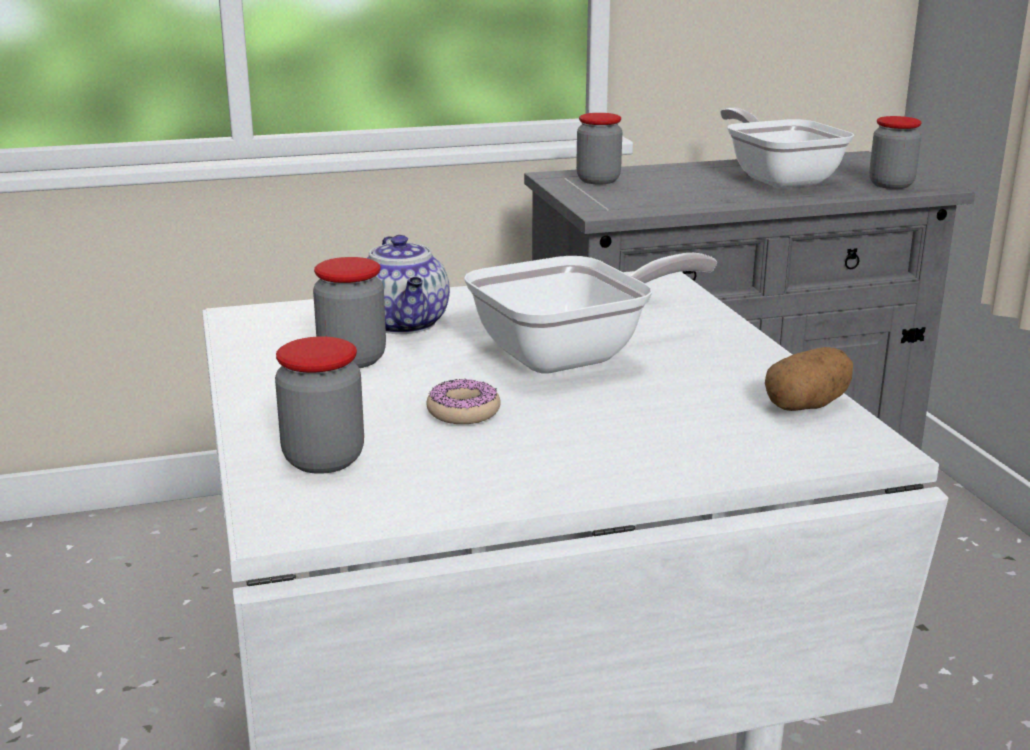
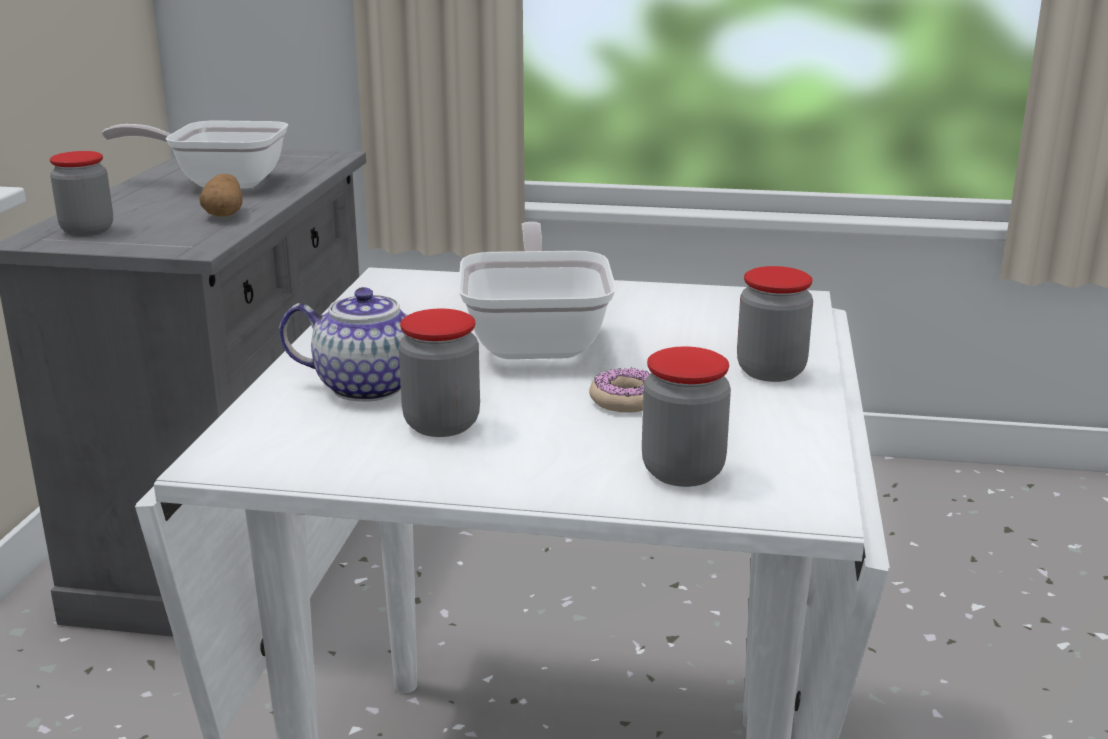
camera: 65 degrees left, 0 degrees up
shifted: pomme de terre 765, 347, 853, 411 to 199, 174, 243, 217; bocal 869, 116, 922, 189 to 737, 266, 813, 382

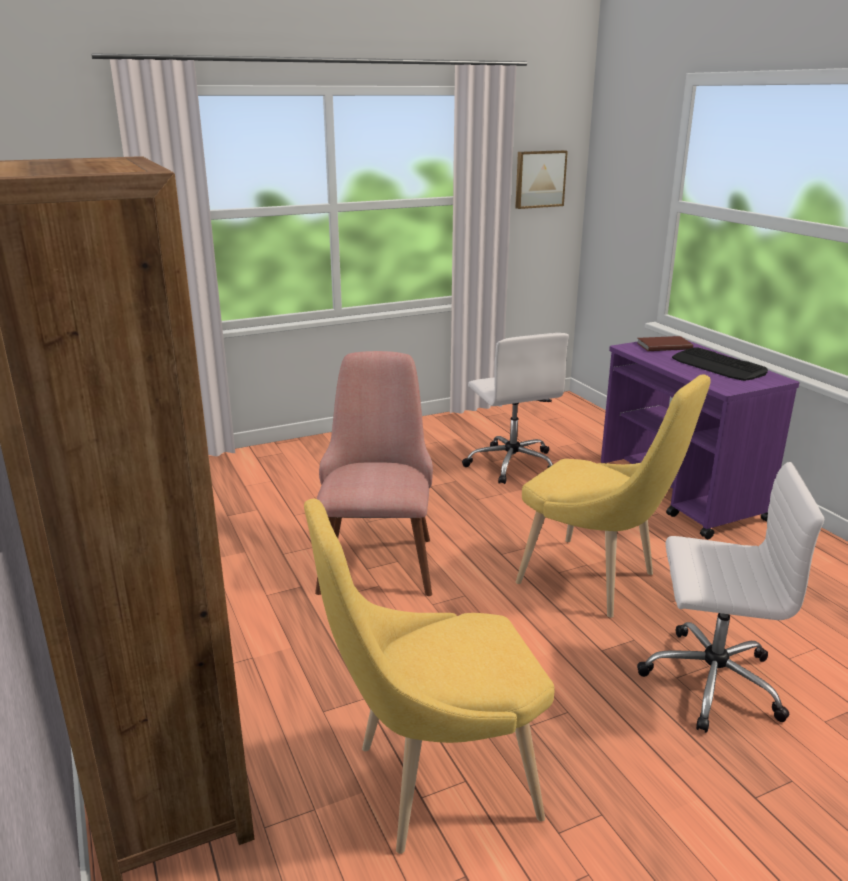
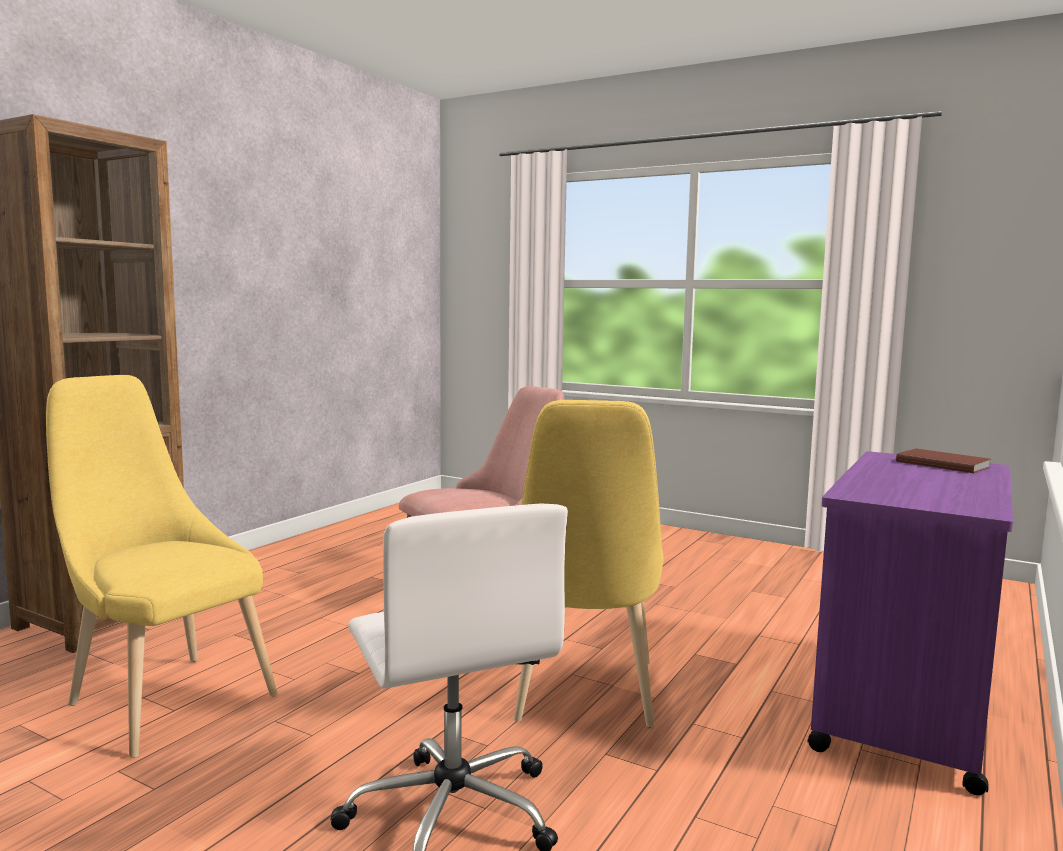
camera: 55 degrees right, 15 degrees down
gone: chaise de bureau (blanc) 462, 333, 569, 484; tableau 515, 150, 568, 209; clavier 672, 347, 768, 381

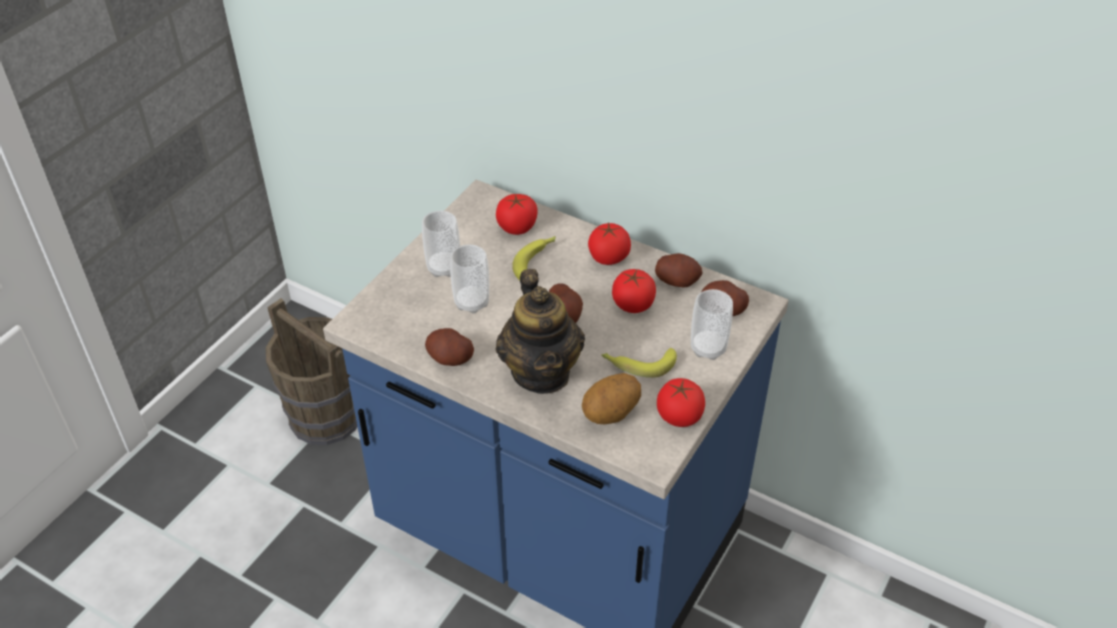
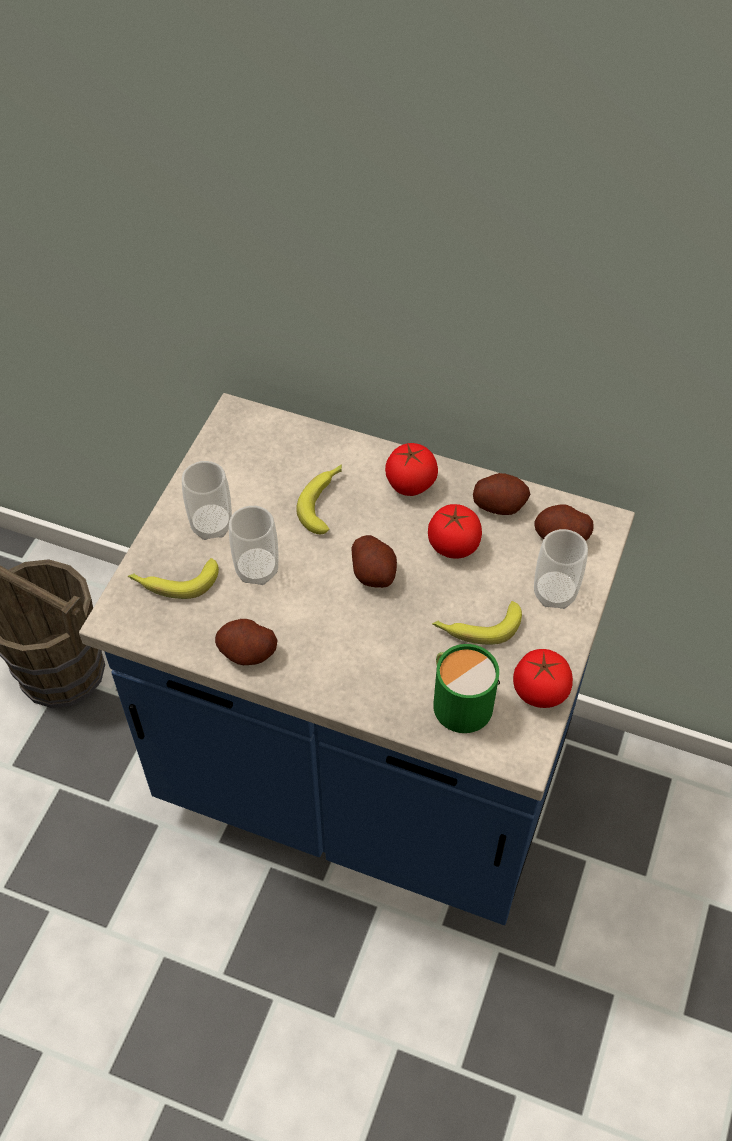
camera: 10 degrees left, 10 degrees up
gone: tomate 496, 194, 538, 235; théière 496, 269, 585, 394
new: banane 128, 558, 219, 599
swapped: pomme de terre 582, 373, 641, 424 to mug (vert) 433, 644, 500, 733

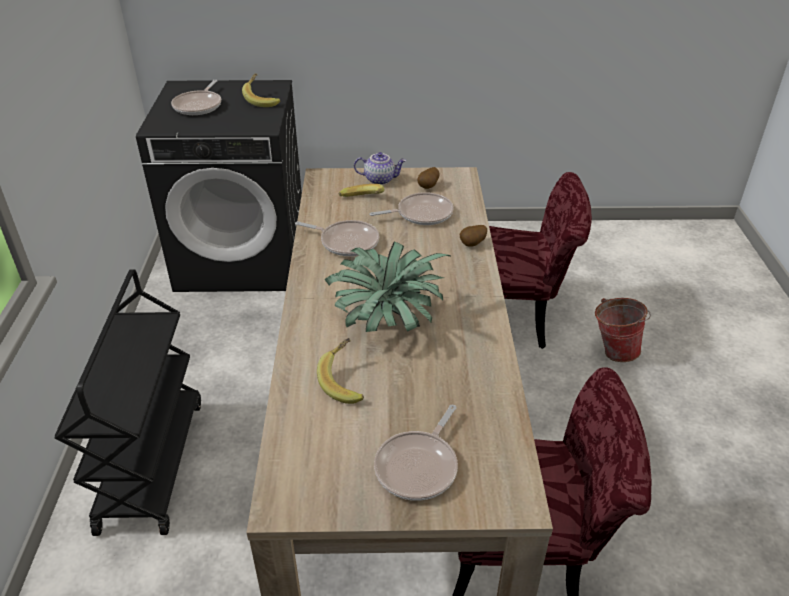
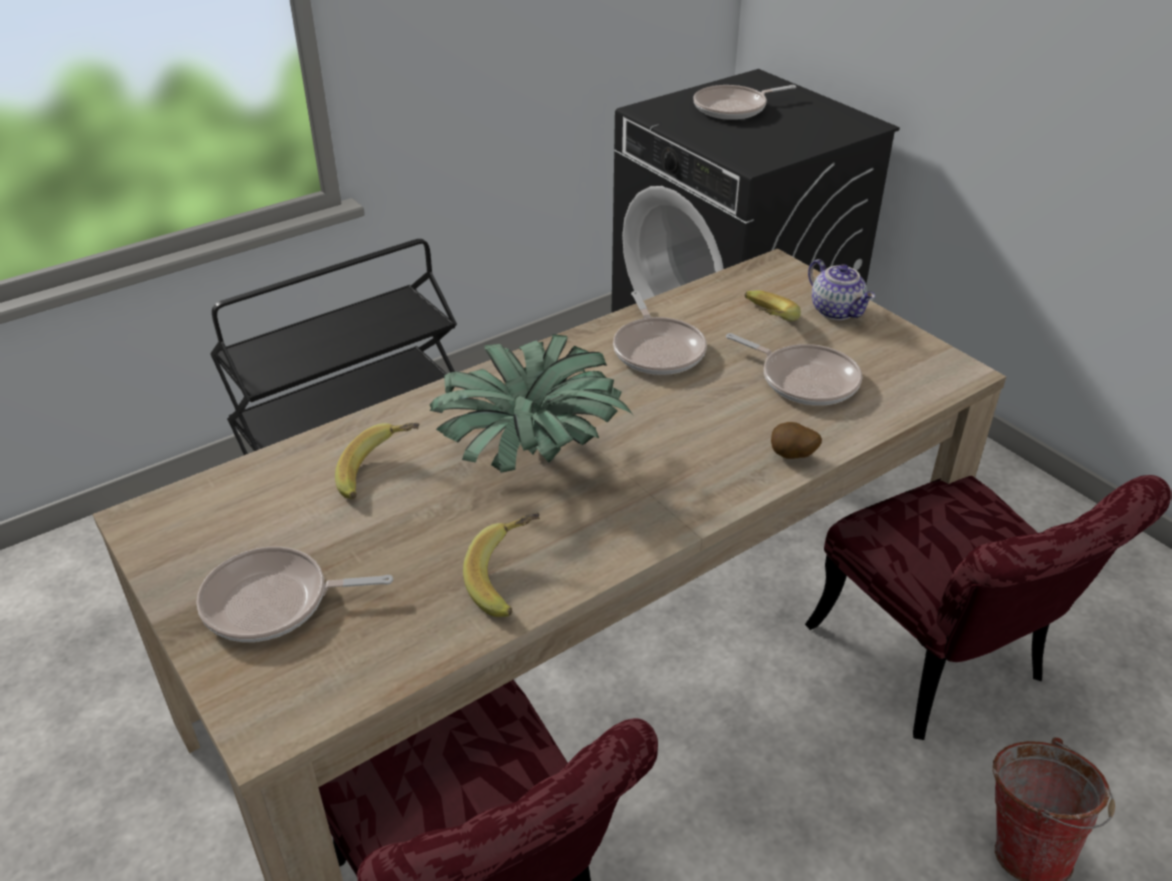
camera: 55 degrees right, 0 degrees up
gone: pomme de terre 417, 167, 439, 189
shifted: banane 242, 73, 280, 107 to 463, 512, 540, 617

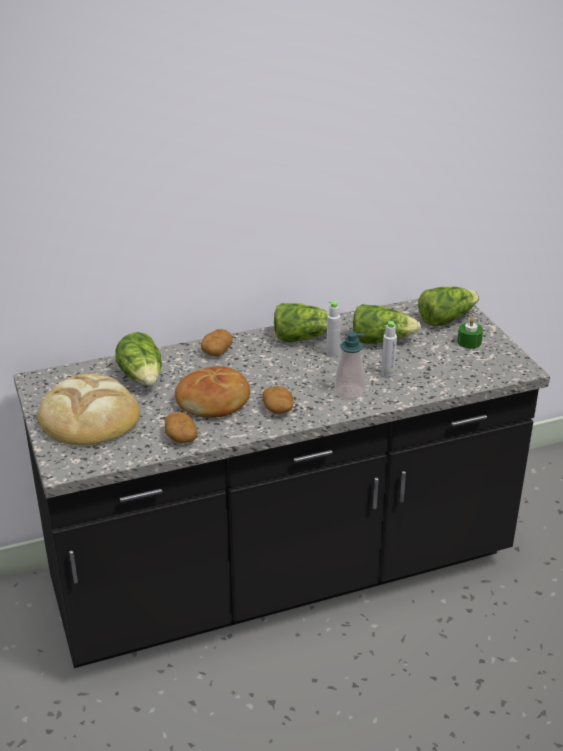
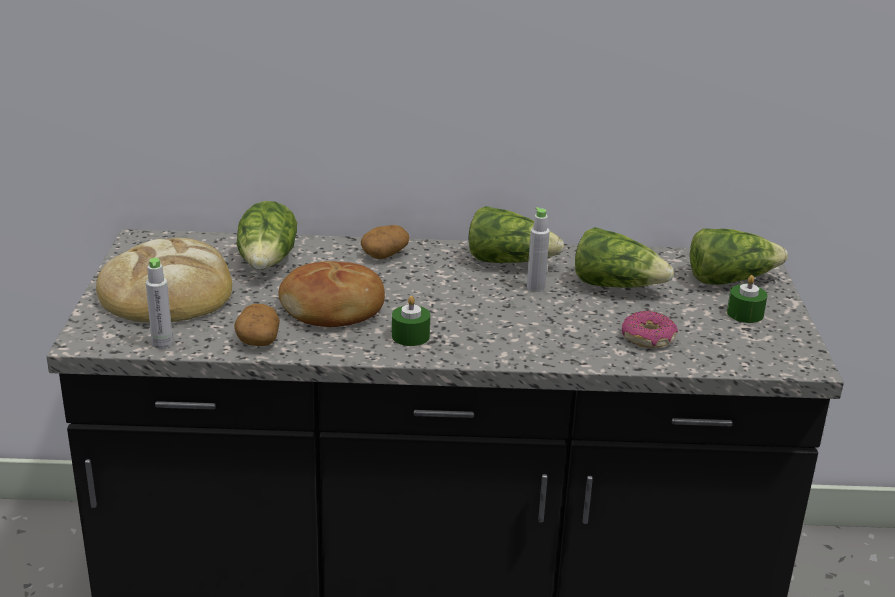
camera: 20 degrees right, 5 degrees down
gone: distributeur de savon 335, 332, 365, 400
new: beignet 622, 311, 678, 348
shifted: bouteille (gris) 381, 321, 397, 378 to 146, 258, 173, 349
swapped: pomme de terre 262, 386, 293, 414 to bougie (vert) 392, 296, 430, 346

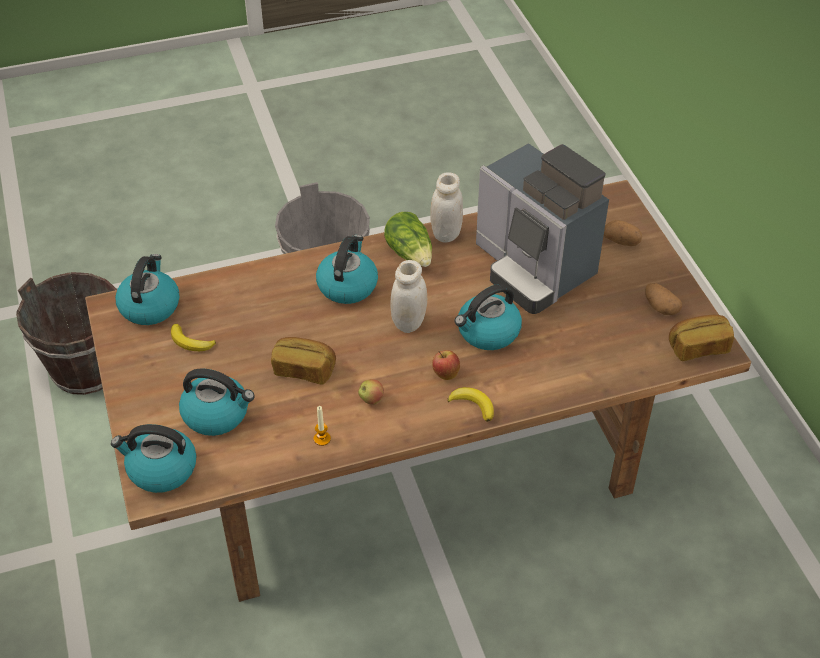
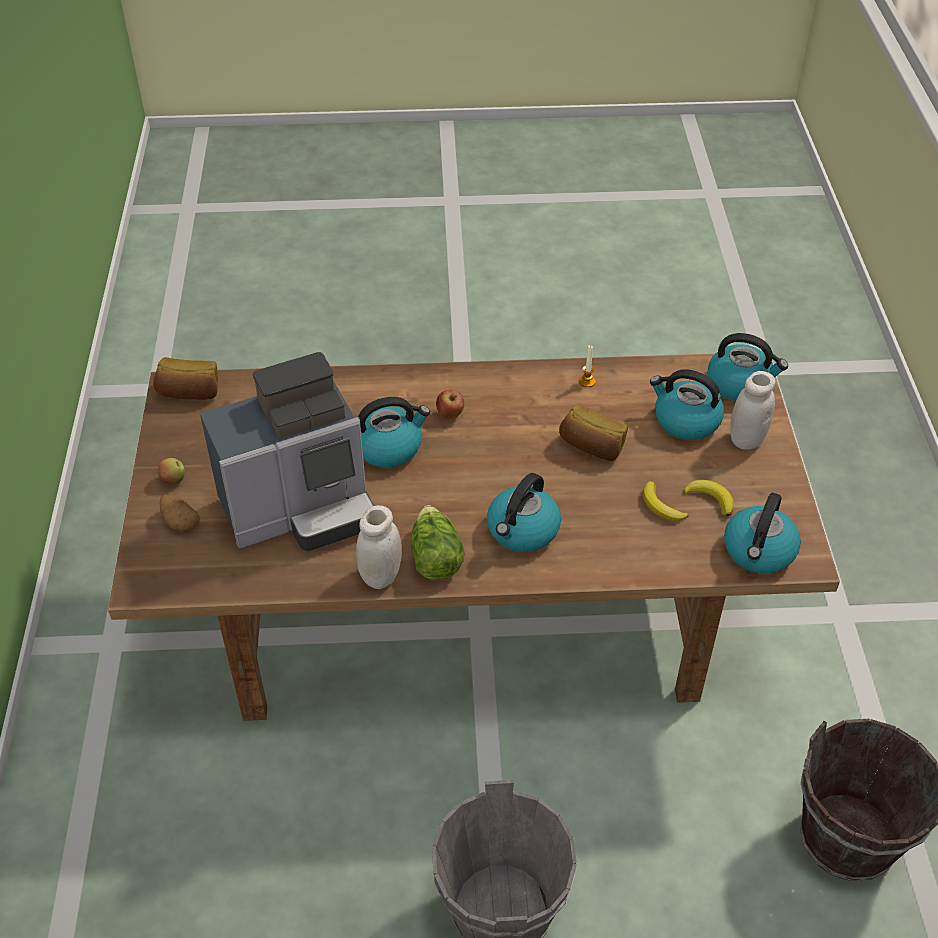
camera: 165 degrees left, 0 degrees up
gone: pomme de terre 645, 283, 682, 315
shifted: pomme 358, 379, 384, 405 to 158, 458, 185, 484; bocal (blanc) 390, 260, 427, 333 to 730, 371, 775, 450; banane 448, 387, 494, 422 to 643, 481, 688, 521
rotated: machine à café 476, 143, 609, 314 = 200, 352, 374, 551 90 degrees clockwise

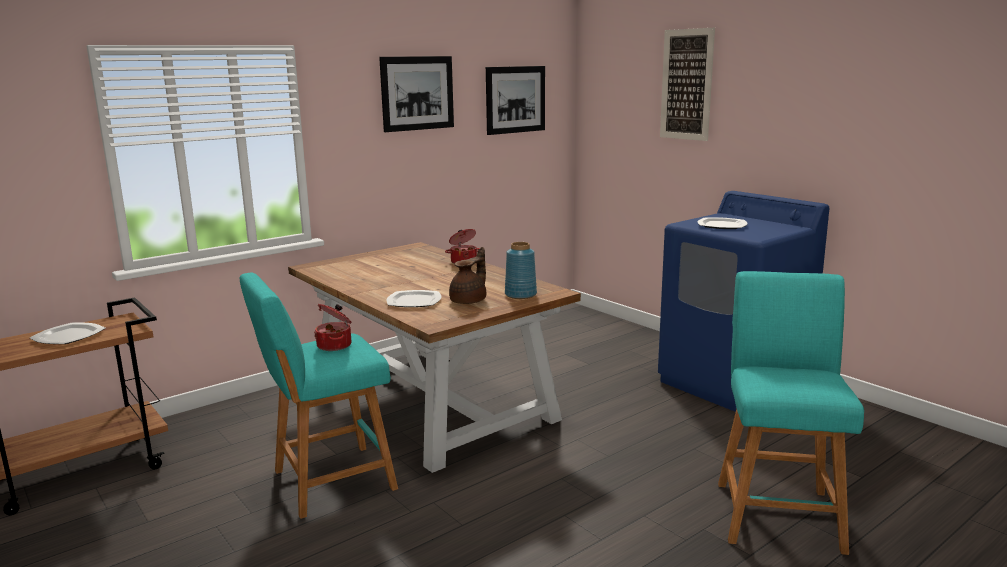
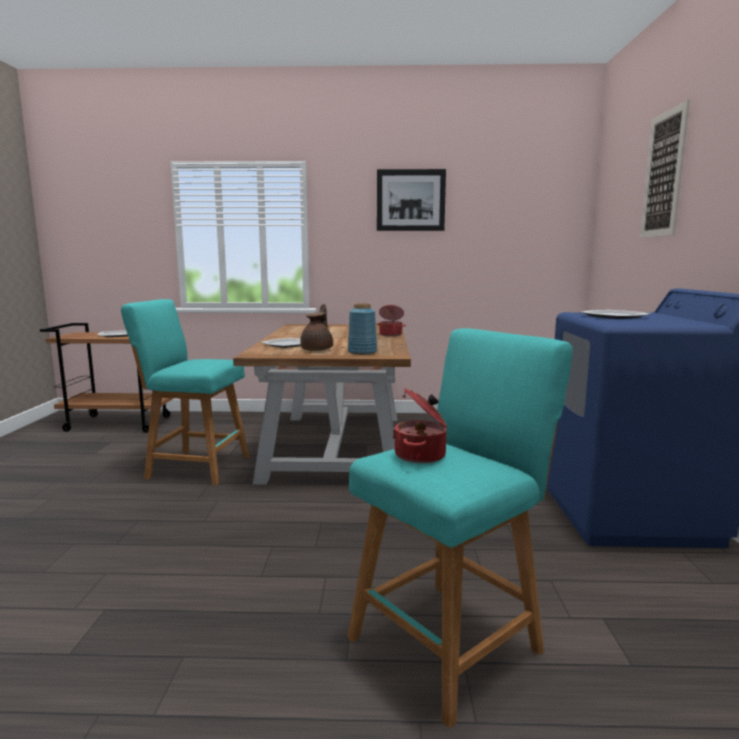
camera: 40 degrees right, 5 degrees down
gone: tableau 486, 66, 545, 135
shifted: marmite 314, 304, 352, 351 to 393, 388, 447, 463
rotated: théière (marron) 449, 247, 486, 304 = 300, 304, 333, 351 60 degrees counterclockwise

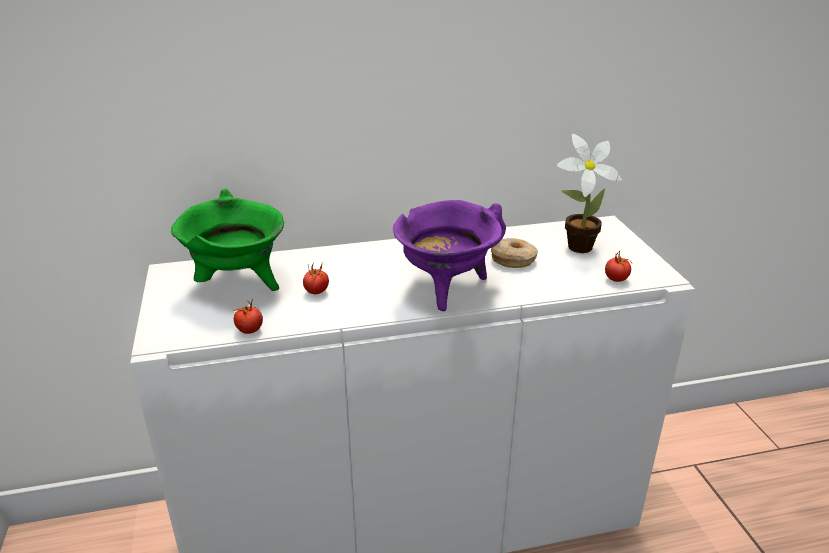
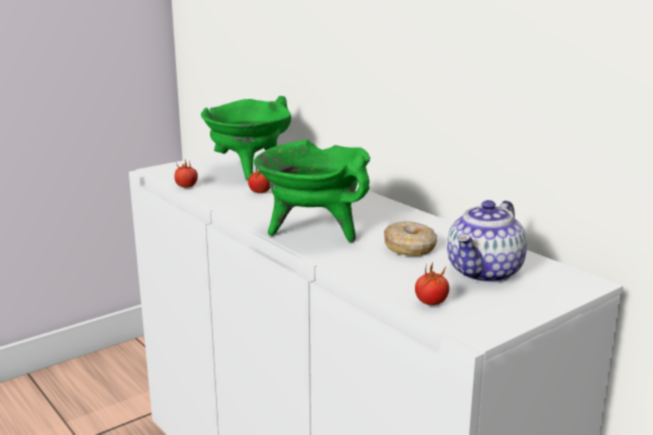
camera: 65 degrees right, 10 degrees down
swapped: plante en pot 556, 134, 622, 253 to théière 447, 200, 527, 283
repainted: marmite (violet) 393, 200, 506, 311 to marmite (vert) 254, 140, 370, 242

